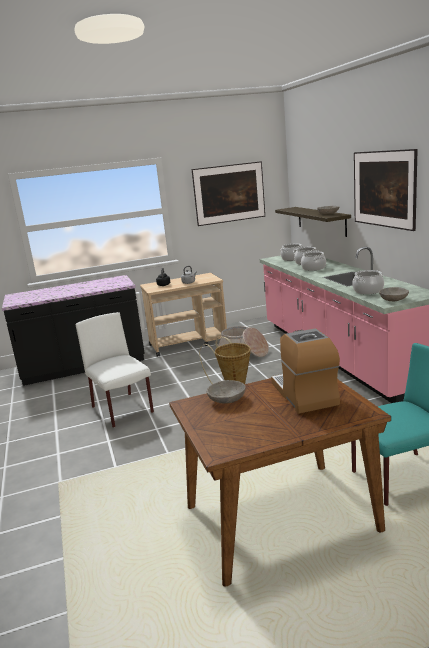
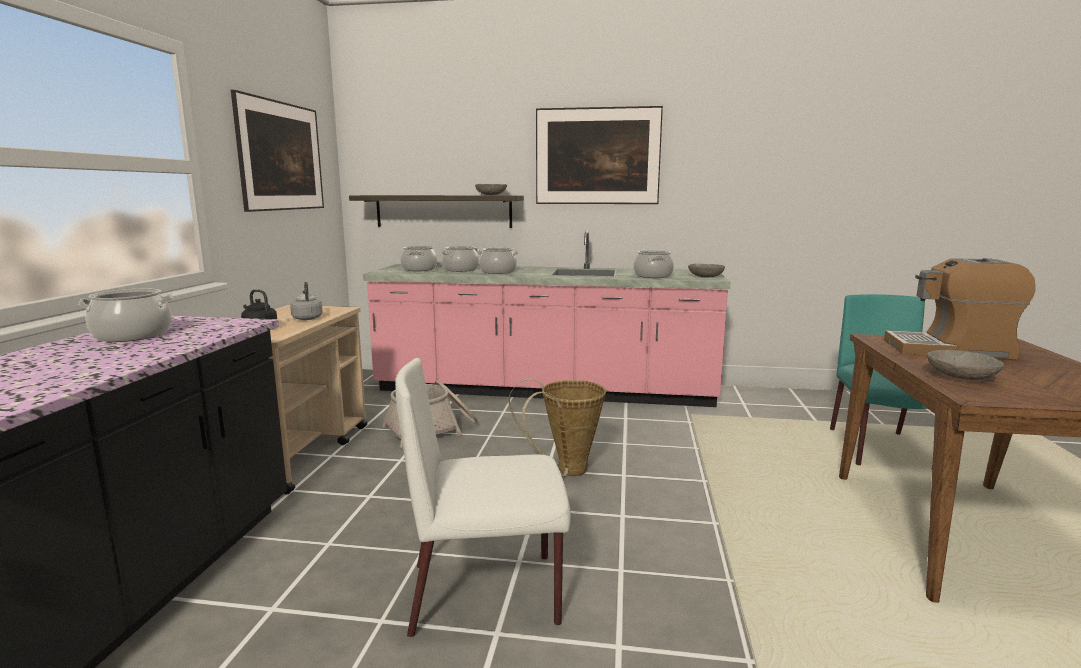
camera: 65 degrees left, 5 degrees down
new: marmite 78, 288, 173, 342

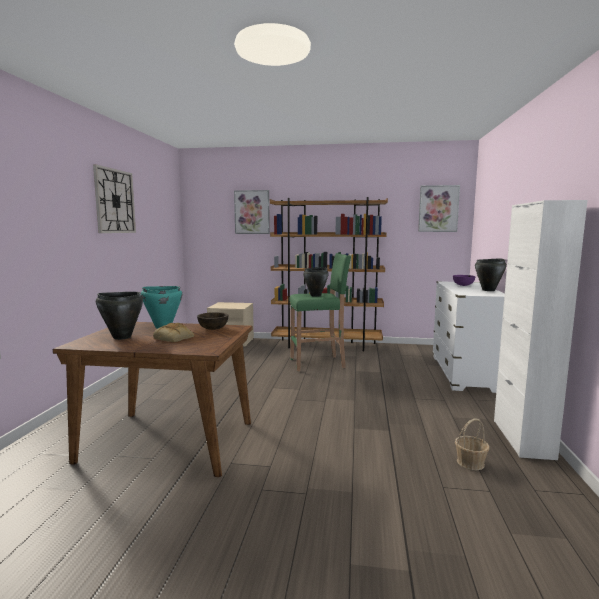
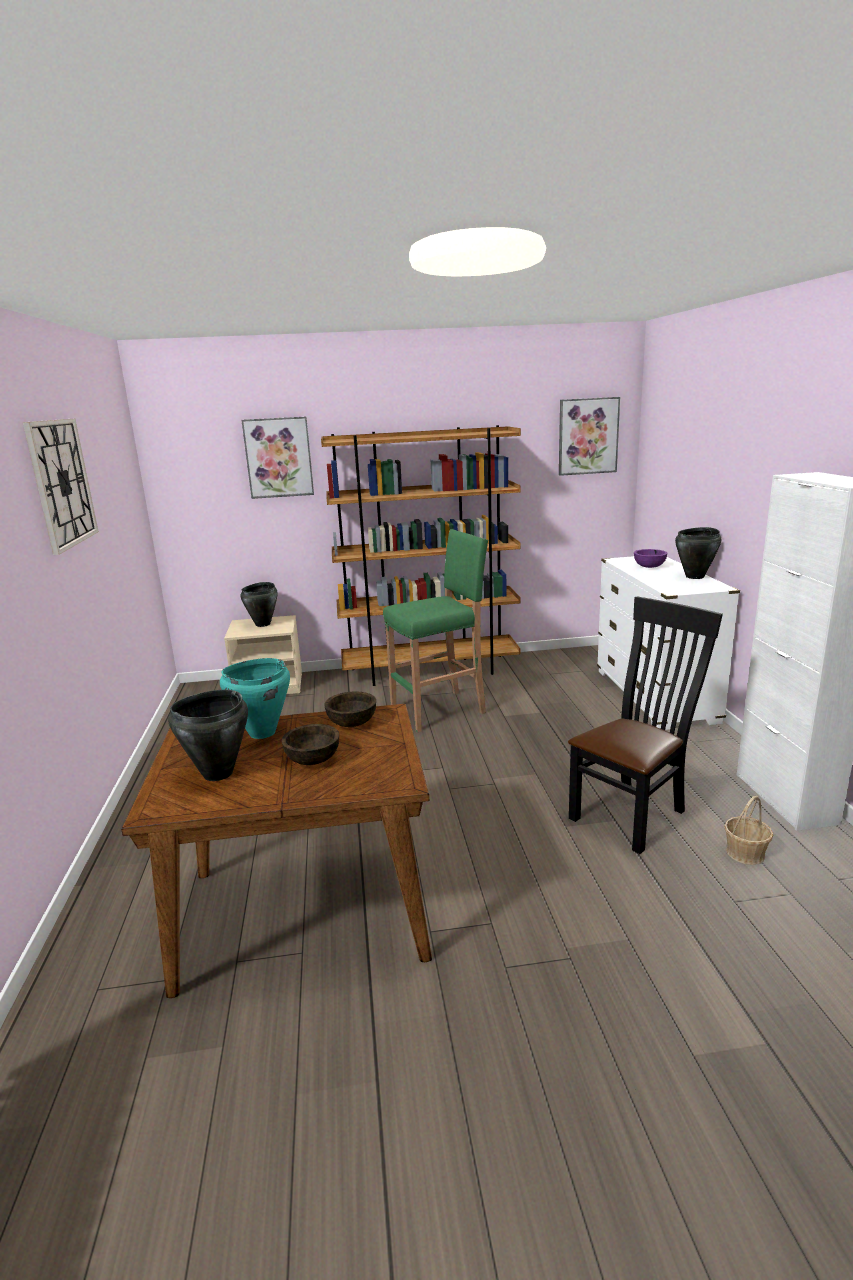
camera: 15 degrees left, 10 degrees up
new: chaise (noir) 568, 597, 723, 854
shifted: marmite (noir) 303, 267, 329, 297 to 241, 582, 278, 627
swapped: pain 153, 323, 194, 342 to bol (marron) 282, 724, 339, 765

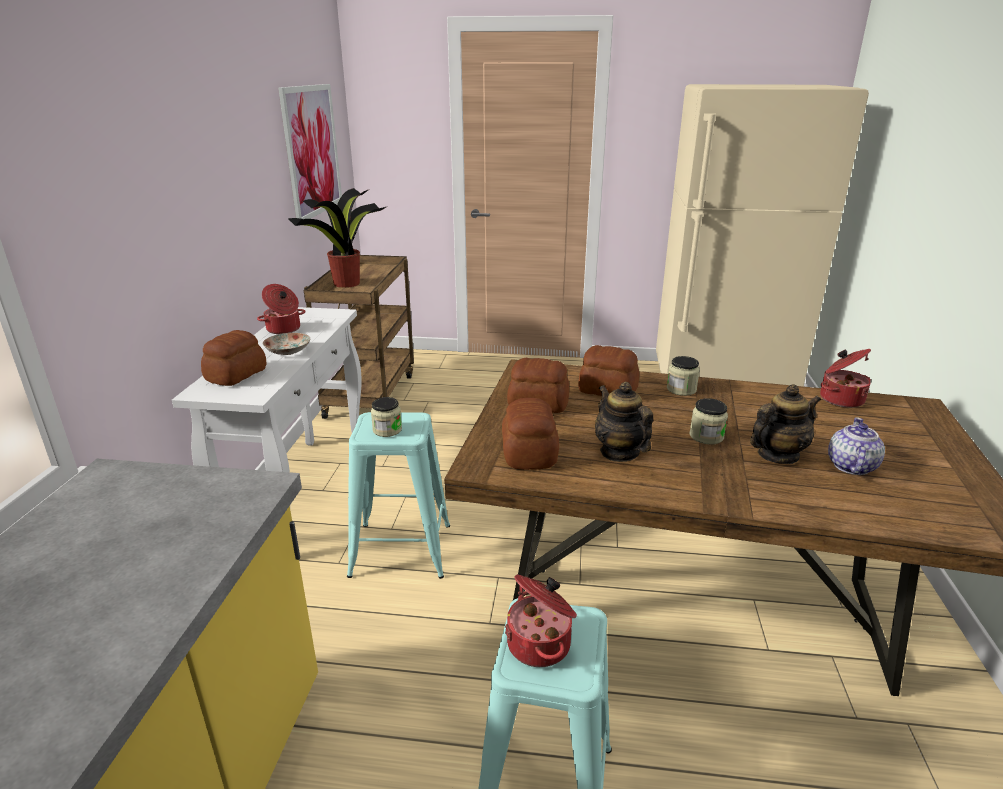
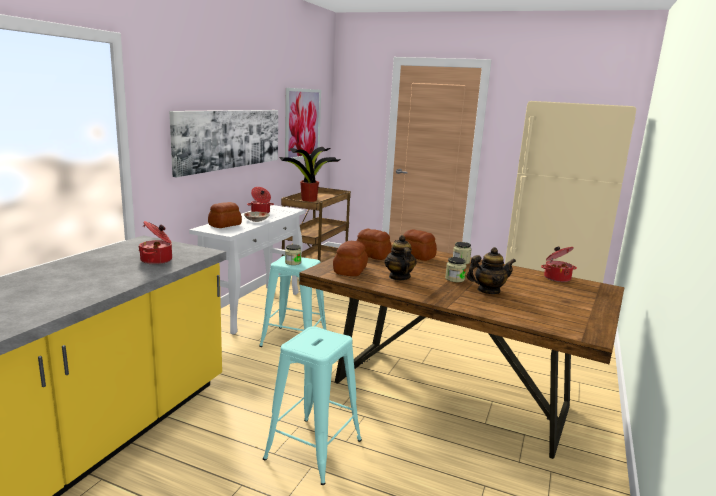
camera: 15 degrees right, 10 degrees down
gone: théière 828, 417, 885, 475
new: tableau 169, 110, 278, 177
shifted: marmite 505, 575, 577, 667 to 138, 221, 172, 264

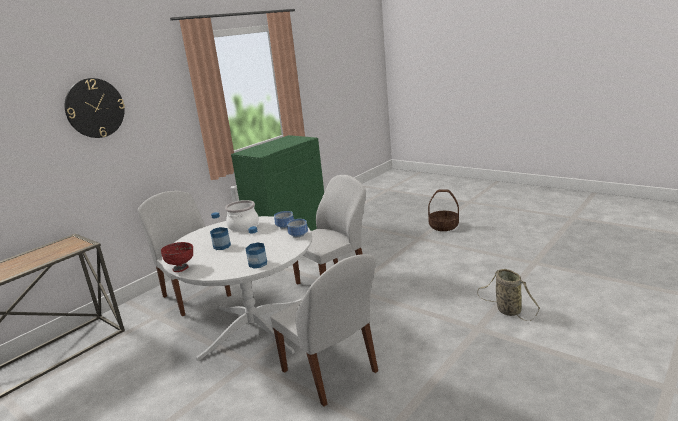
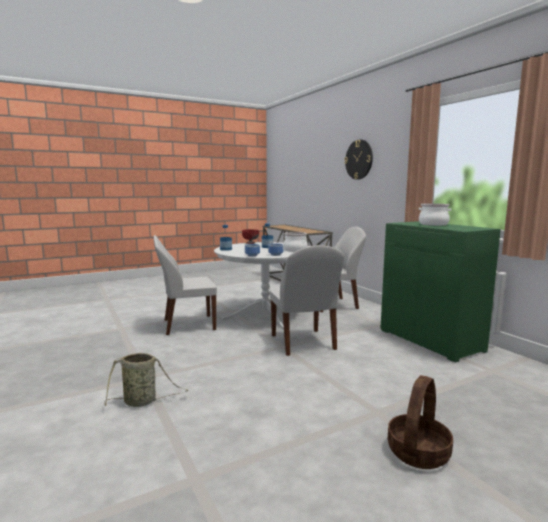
camera: 110 degrees right, 10 degrees down
new: marmite 419, 203, 451, 226

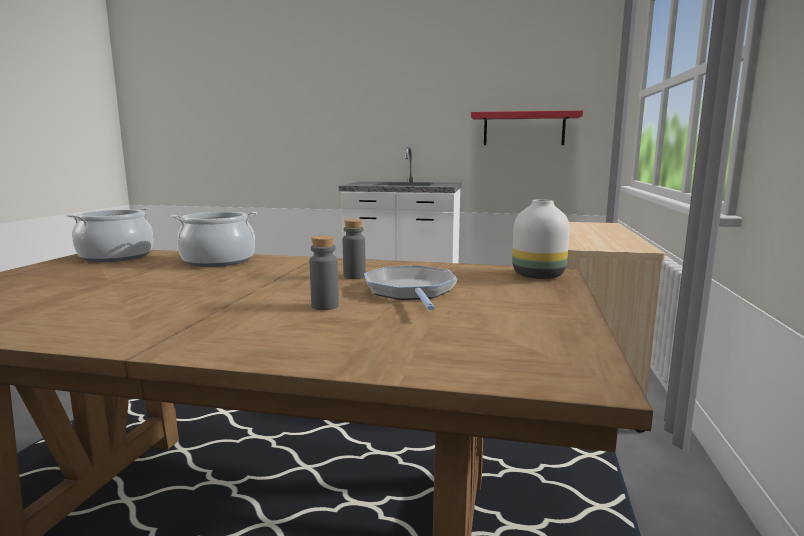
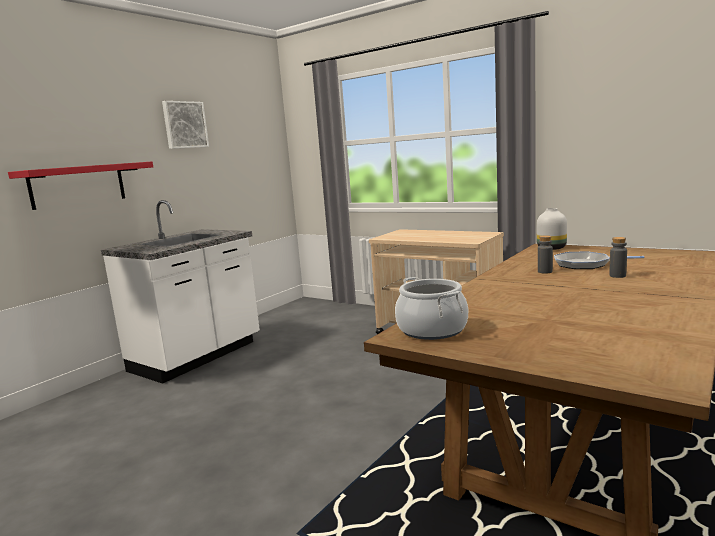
camera: 65 degrees left, 0 degrees up
gone: marmite 171, 212, 257, 267
new: tableau 162, 101, 209, 149
shifted: étagère (rouge) 471, 110, 583, 145 to 8, 162, 153, 210

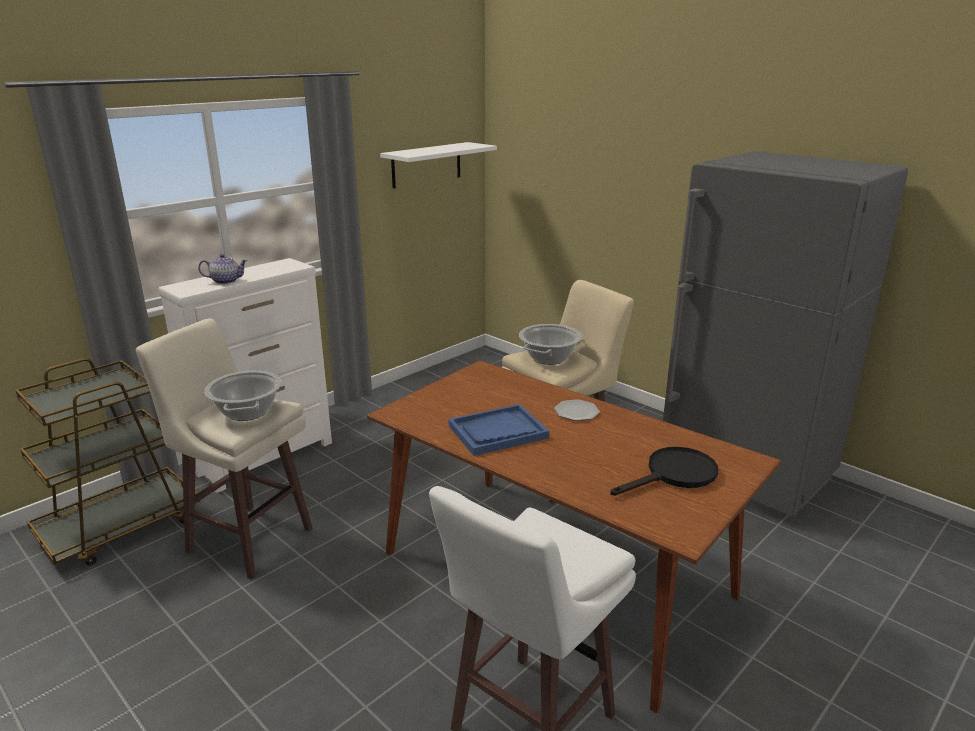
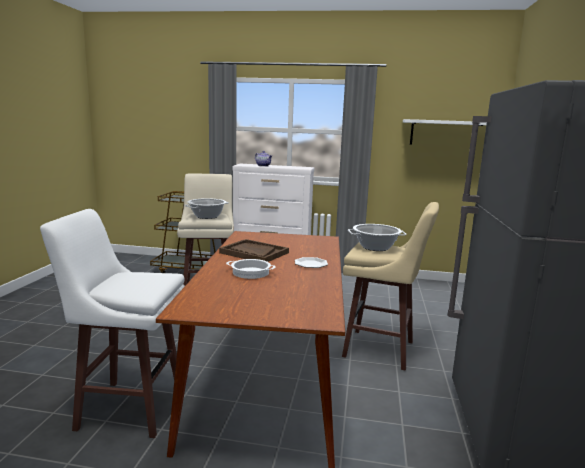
camera: 55 degrees right, 10 degrees down
gone: poêle (noir) 610, 447, 718, 496
new: marmite 226, 259, 276, 279
repainted: plateau (bleu) 449, 404, 549, 456 to plateau (marron) 219, 239, 289, 262

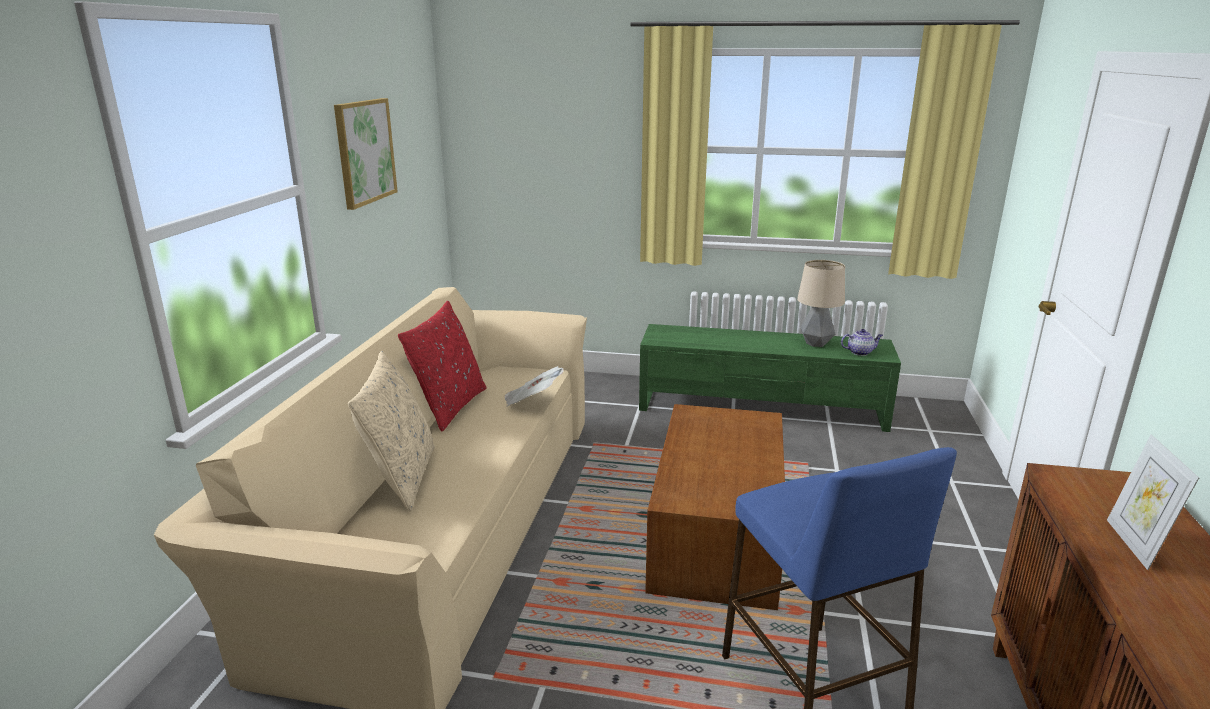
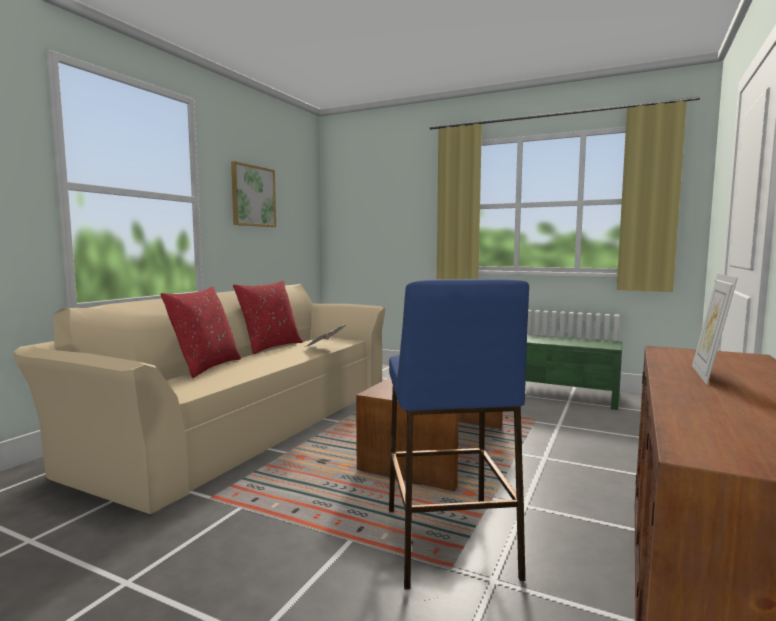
camera: 15 degrees right, 15 degrees down
gone: lampe de table 797, 260, 845, 347; théière 841, 329, 883, 356
repainted: coussin (beige) 348, 351, 435, 511 to coussin (rouge) 161, 286, 241, 378

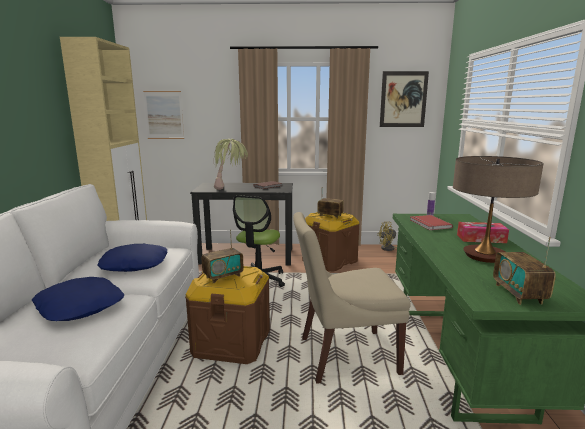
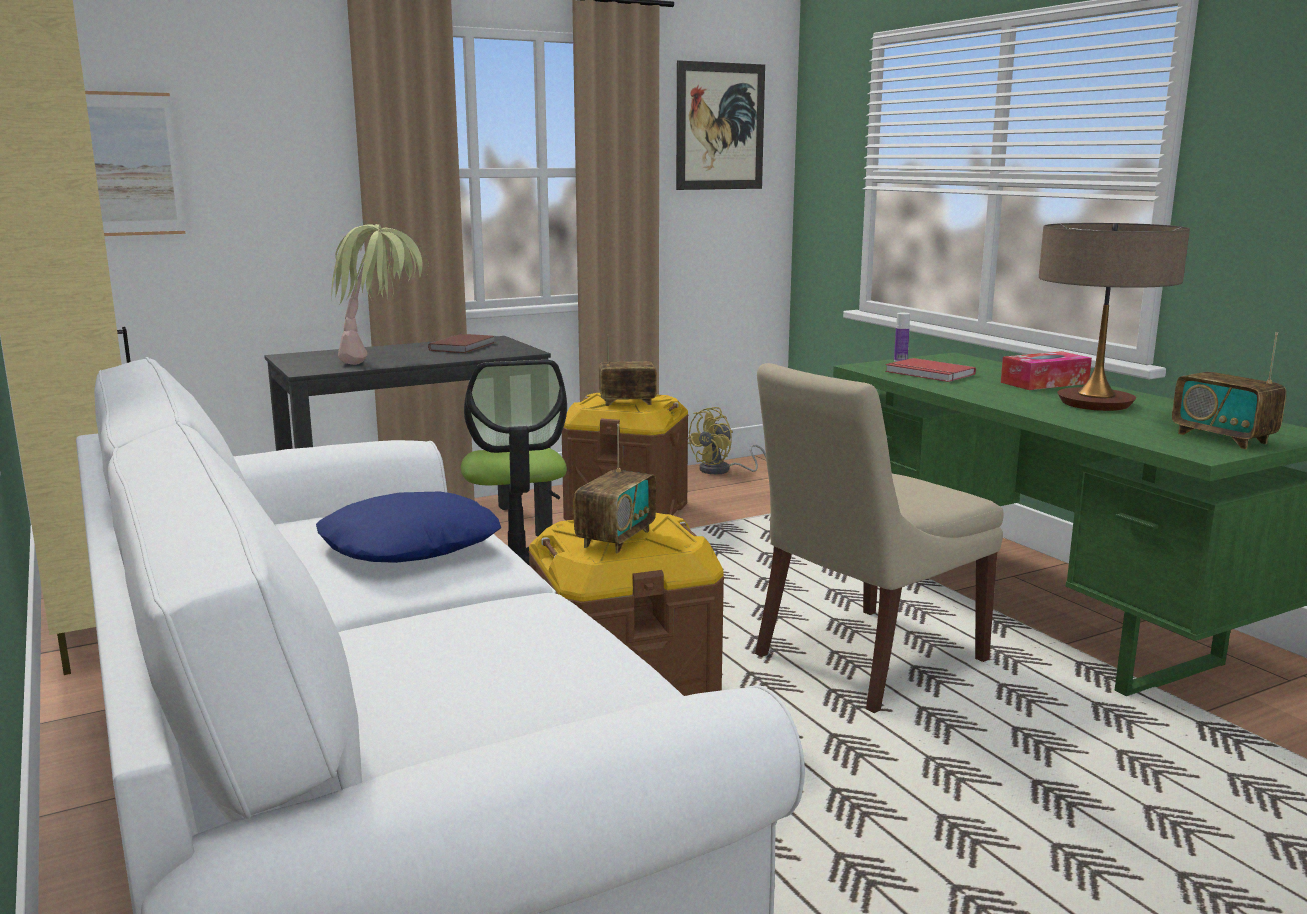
camera: 30 degrees left, 0 degrees up
gone: coussin (bleu) 32, 277, 124, 321

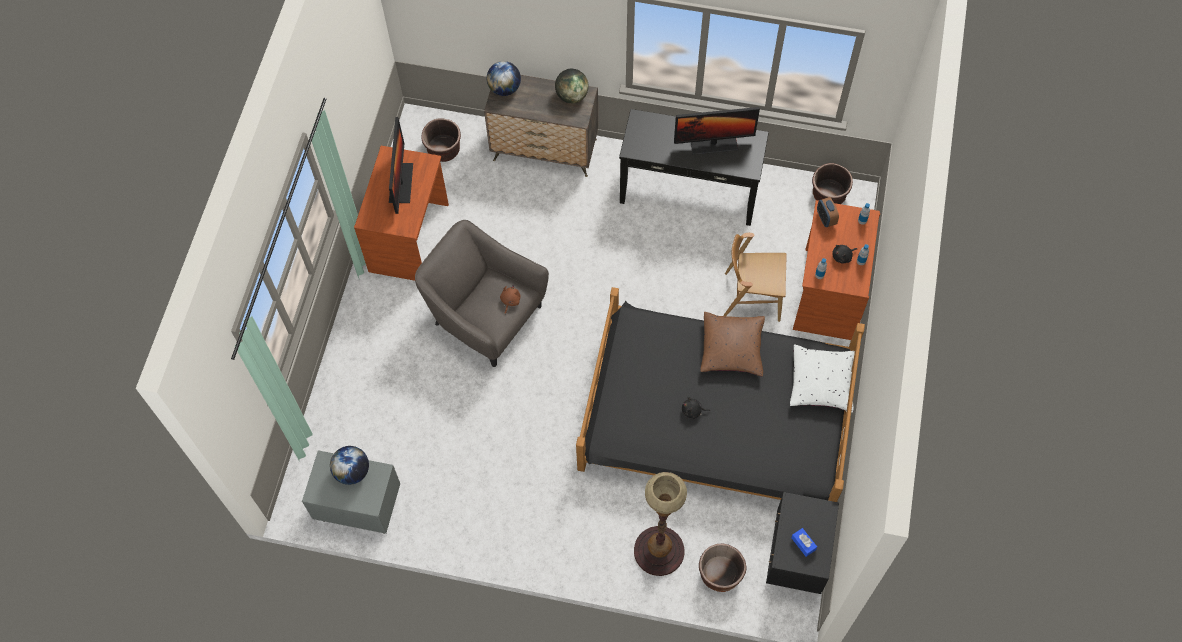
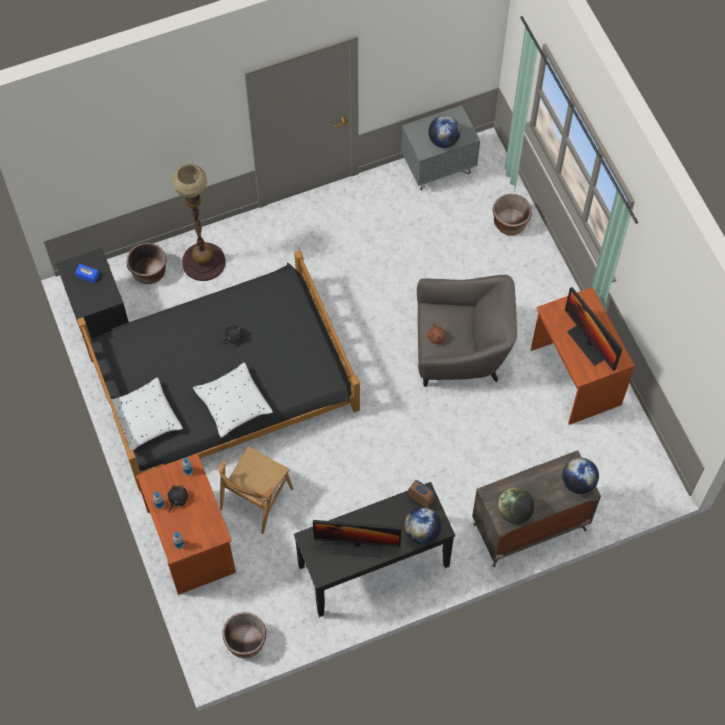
camera: 145 degrees right, 0 degrees up
new: globe 404, 507, 441, 544
shifted: cache-pot (marron) 421, 119, 461, 162 to 493, 194, 532, 235; réveil 817, 197, 839, 227 to 408, 480, 435, 508
repainted: coussin (marron) 701, 312, 765, 376 to coussin (blanc) 193, 362, 273, 438
rotated: écran d'ordinateur 674, 107, 760, 155 = 313, 520, 402, 557 135 degrees counterclockwise; chaise (marron) 723, 233, 787, 322 = 218, 446, 293, 534 150 degrees clockwise

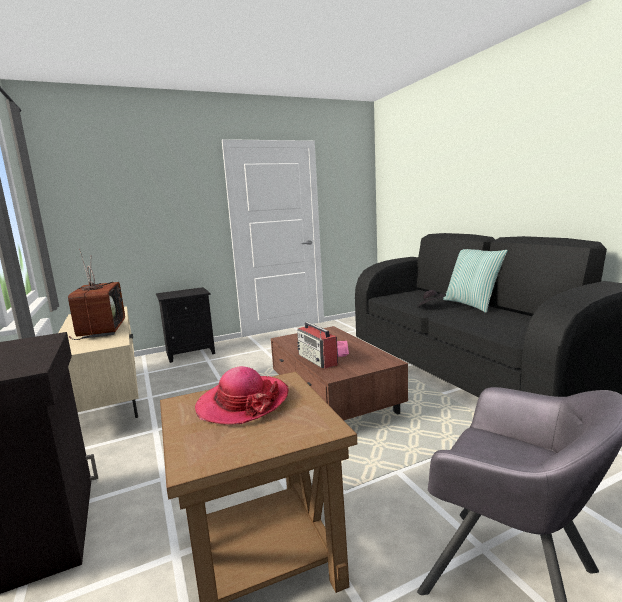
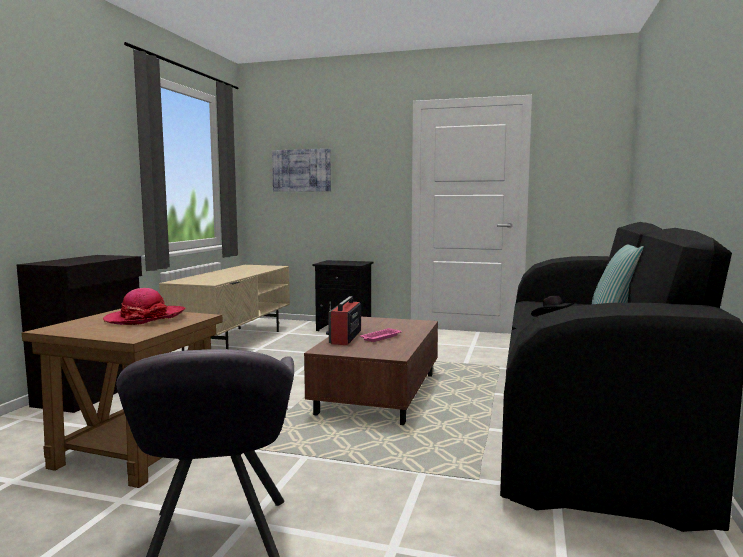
camera: 40 degrees right, 5 degrees down
gone: téléviseur 68, 249, 125, 340
new: tableau 272, 149, 331, 192

